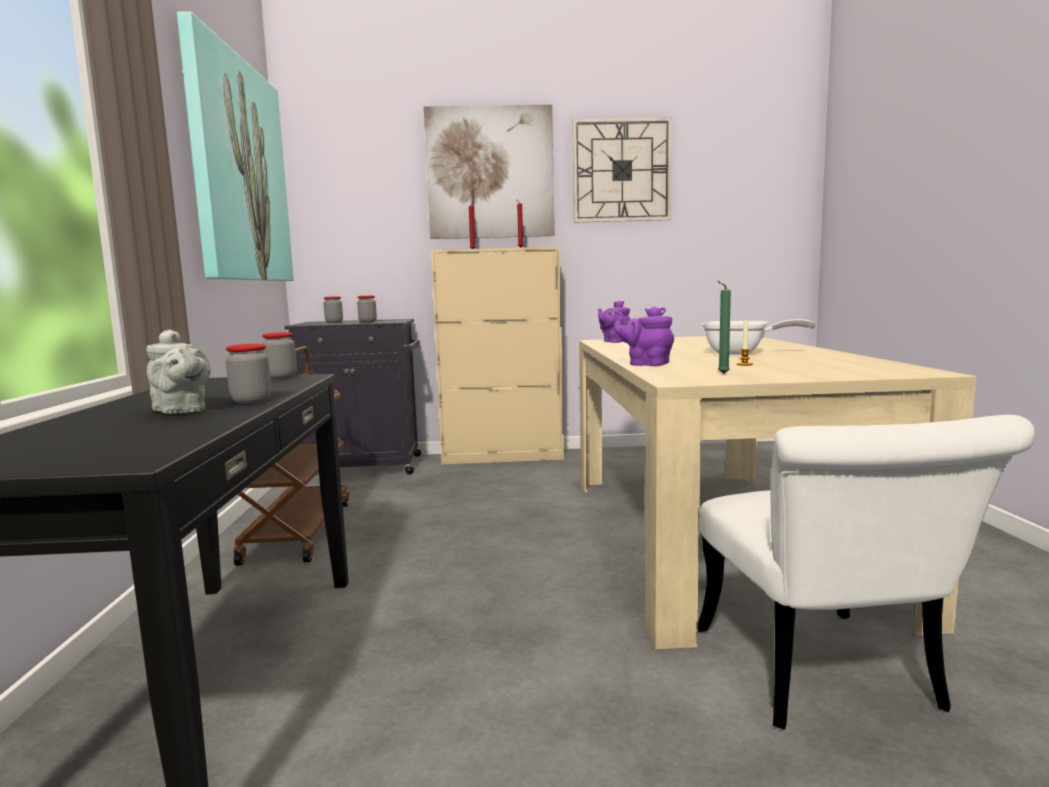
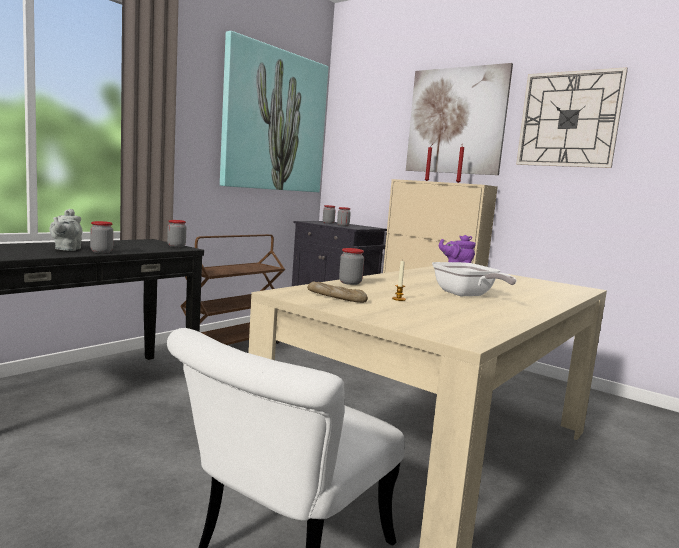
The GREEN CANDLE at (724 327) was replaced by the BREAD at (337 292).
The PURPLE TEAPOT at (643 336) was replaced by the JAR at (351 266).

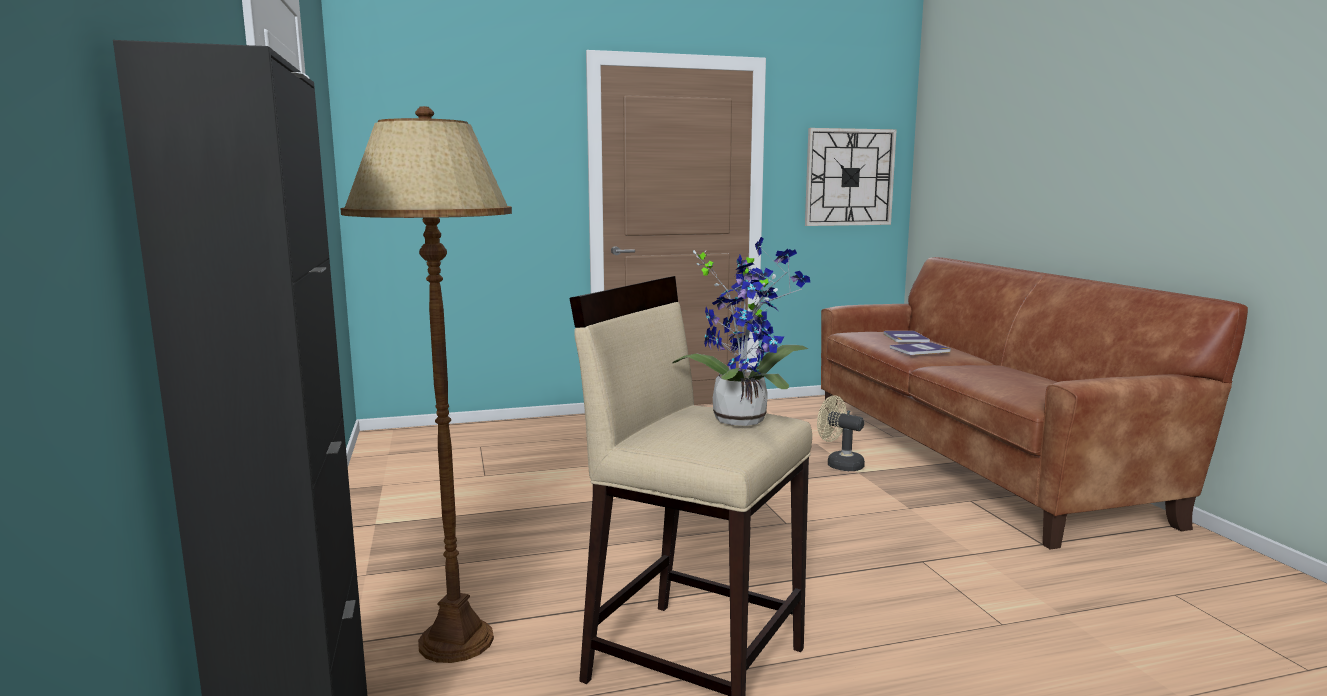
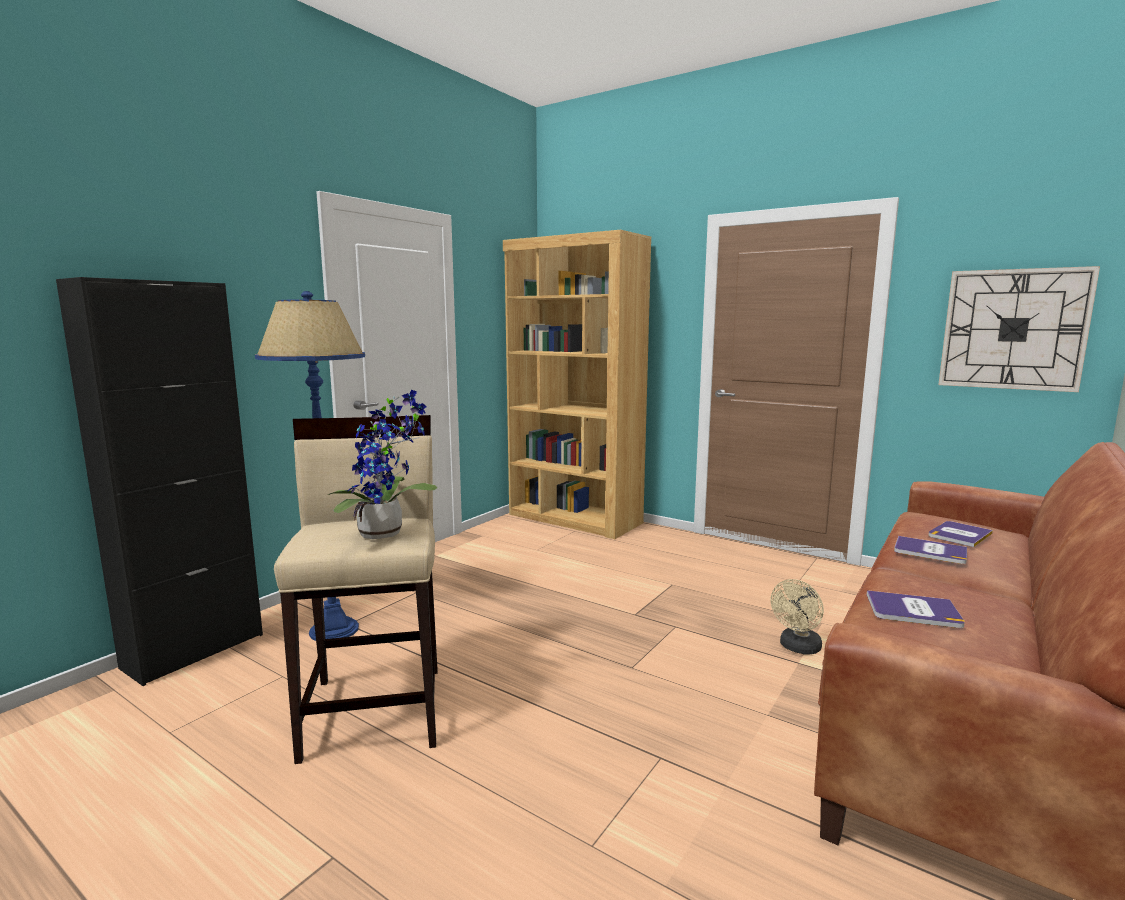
The BROWN FLOOR LAMP at (426 384) became the BLUE FLOOR LAMP at (310 466).
The BROWN BOOKCASE at (577 384) appeared.
The BEIGE FAN at (841 433) turned 135 degrees counterclockwise.
The BOOK at (916 609) appeared.

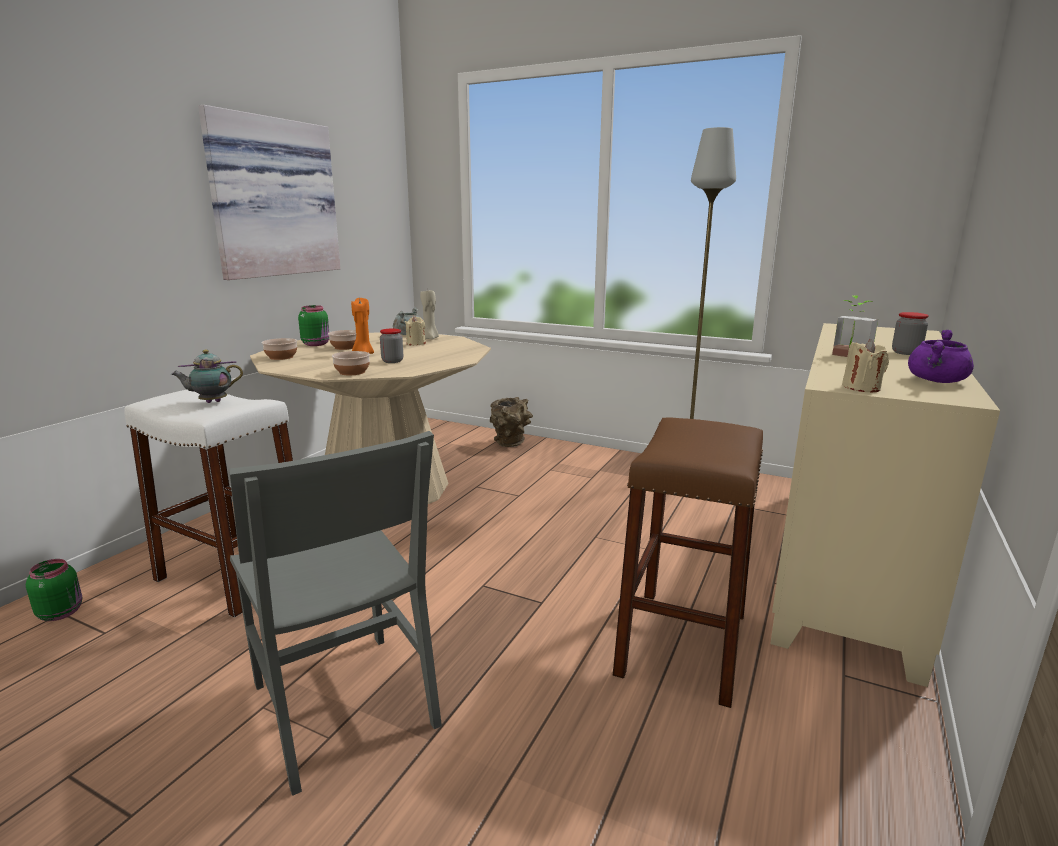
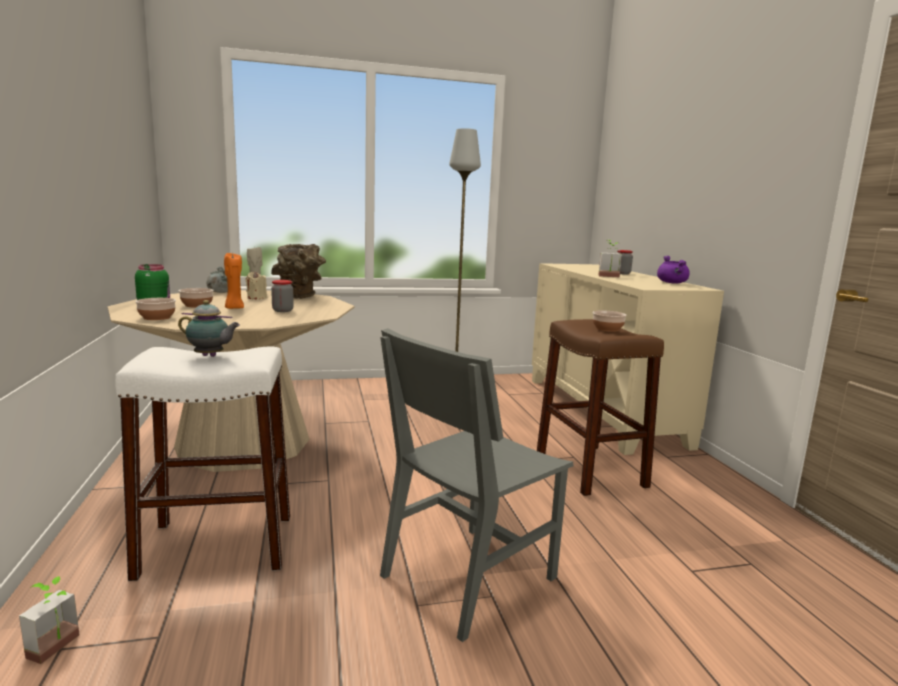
The GREEN JAR at (54 590) was replaced by the POTTED PLANT at (49 620).
The TEAPOT at (207 376) turned 105 degrees counterclockwise.
The BROWN VASE moved from (511 422) to (298 271).
The GREY CHAIR at (335 613) turned 120 degrees clockwise.
The BOWL moved from (351 363) to (610 321).
The PICTURE at (269 192) disappeared.
The BEIGE CANDLE at (865 365) disappeared.

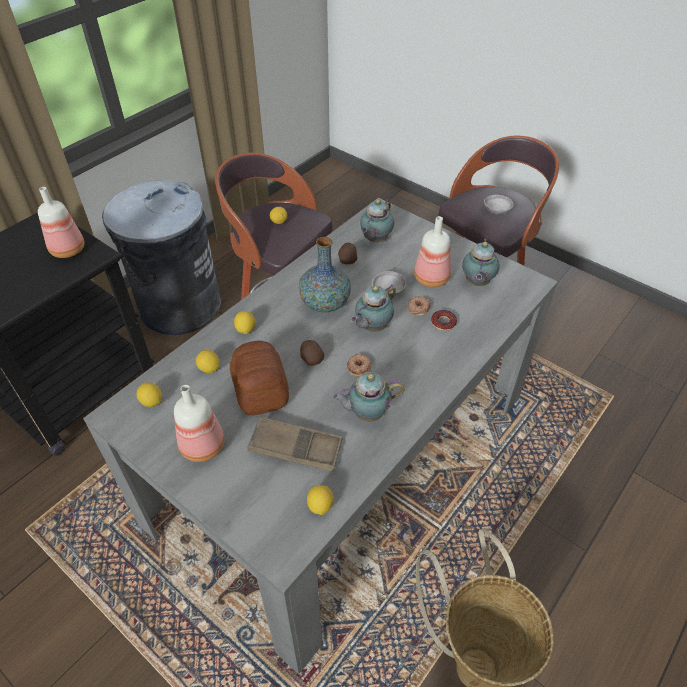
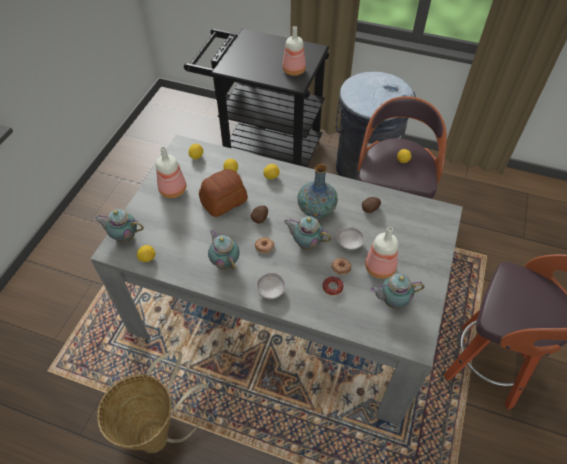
The TEAPOT moved from (377 220) to (119 226).
The GREY BOWL moved from (498 205) to (271 285).
The BROWN TRAY at (295 444) disappeared.

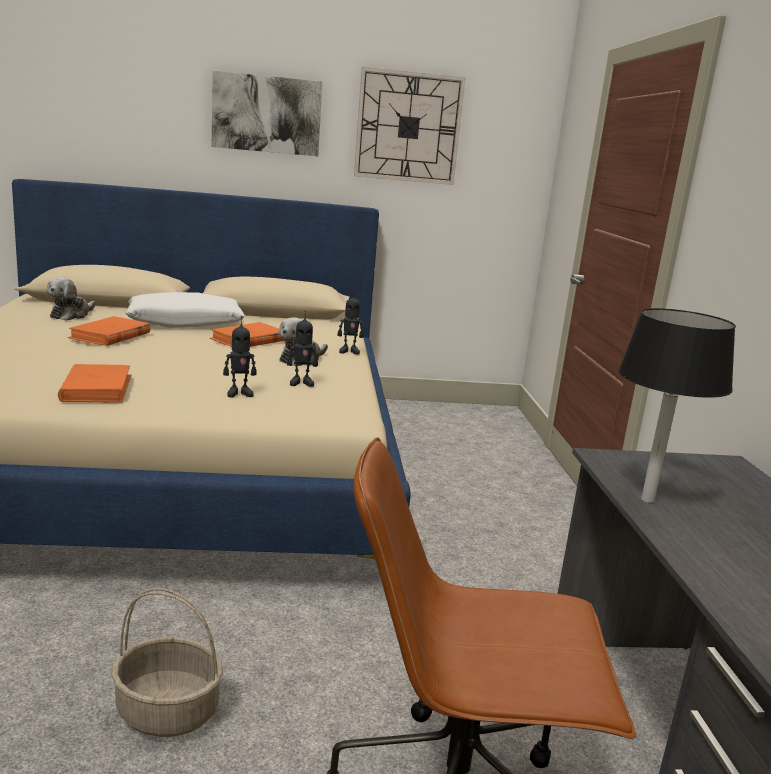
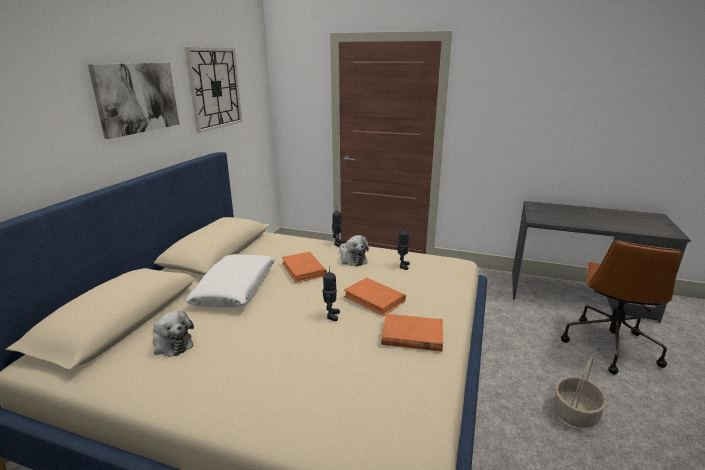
The TOY ROBOT moved from (240 357) to (331 293).
The ORANGE BOOK moved from (109 331) to (375 297).
The BLACK TABLE LAMP at (677 405) disappeared.

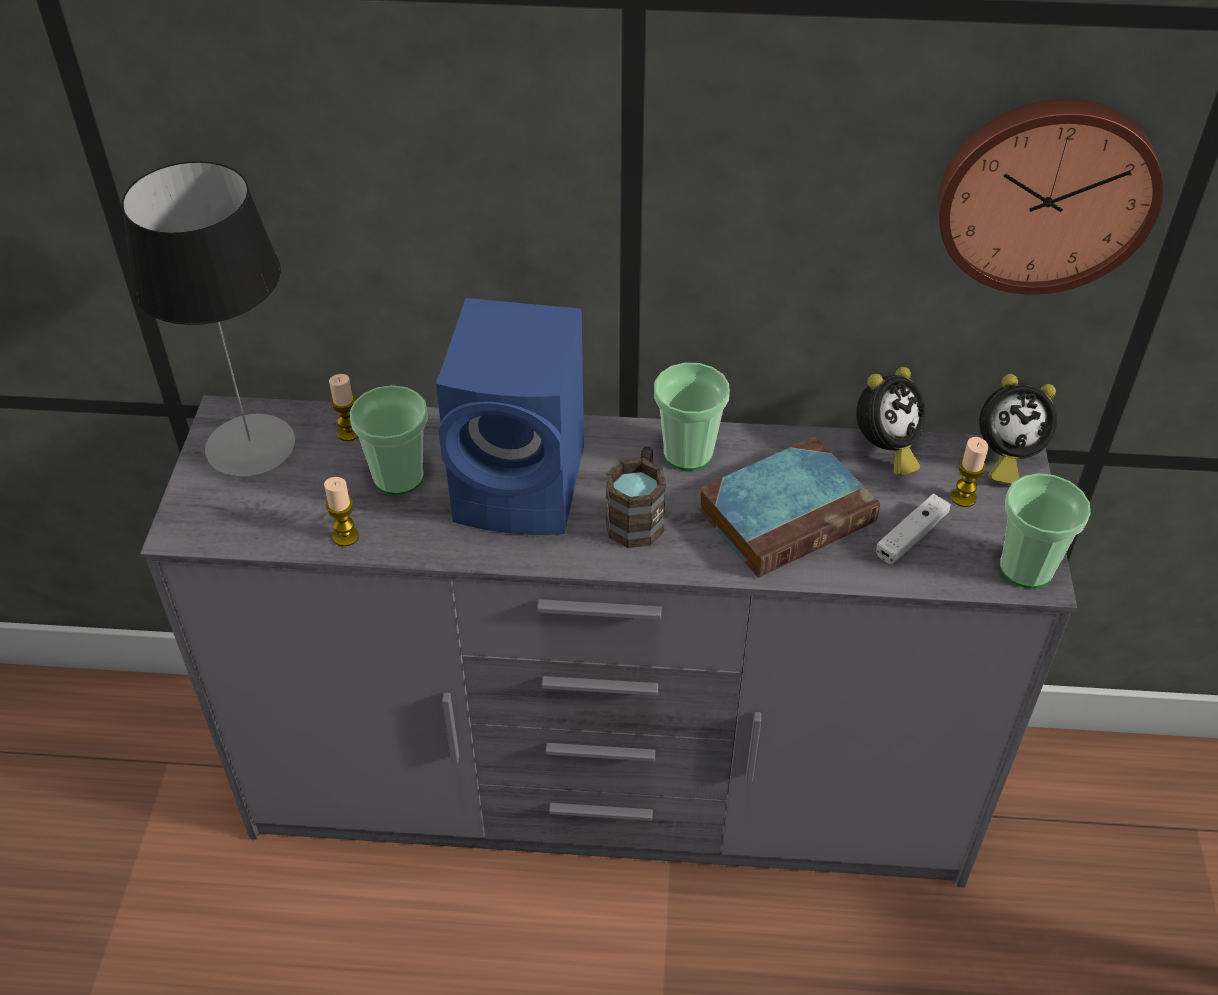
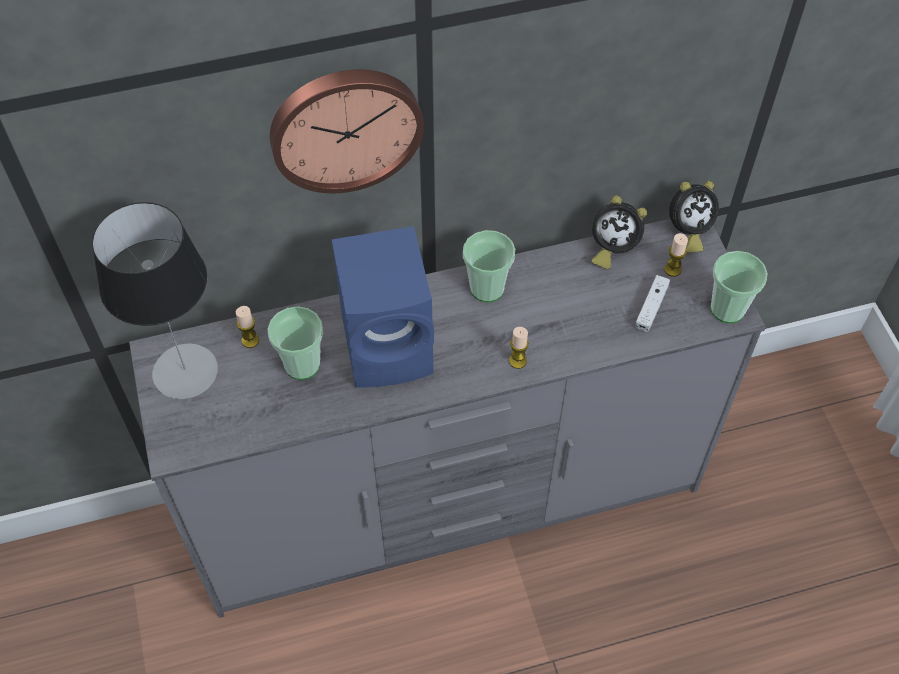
The WALL CLOCK moved from (1050 197) to (347 131).
The CANDLE moved from (341 512) to (519 348).
The ALARM CLOCK at (890 422) turned 75 degrees clockwise.
The BROWN MUG at (636 497) disappeared.
The BOOK at (789 507) disappeared.

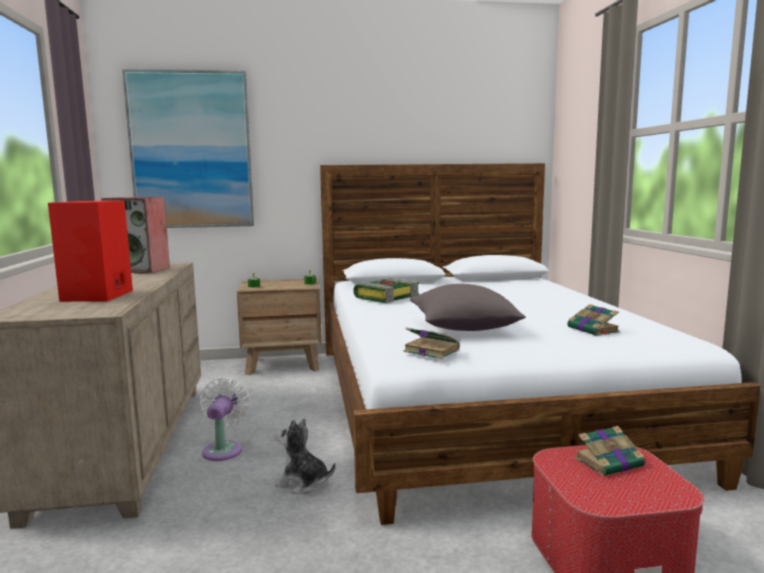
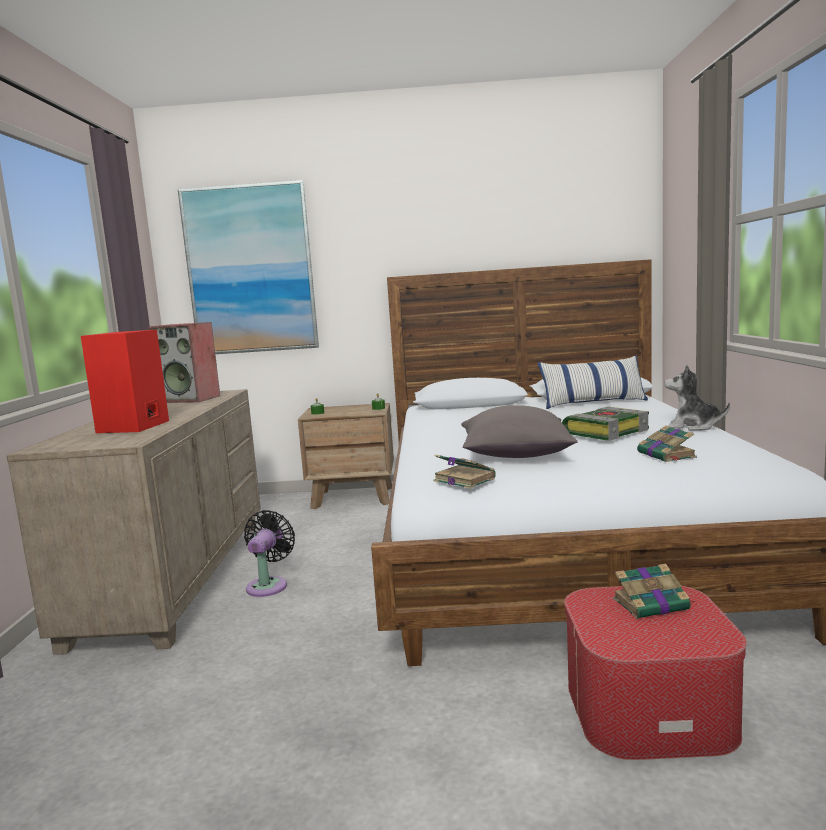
The WHITE FAN at (225 419) became the BLACK FAN at (269 553).
The PILLOW at (593 382) appeared.
The BOOK moved from (386 290) to (605 424).
The PLUSH TOY moved from (305 456) to (697 397).

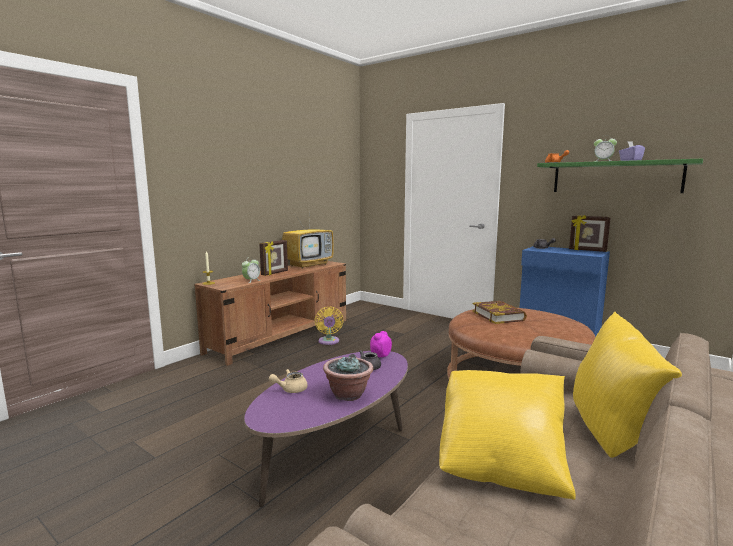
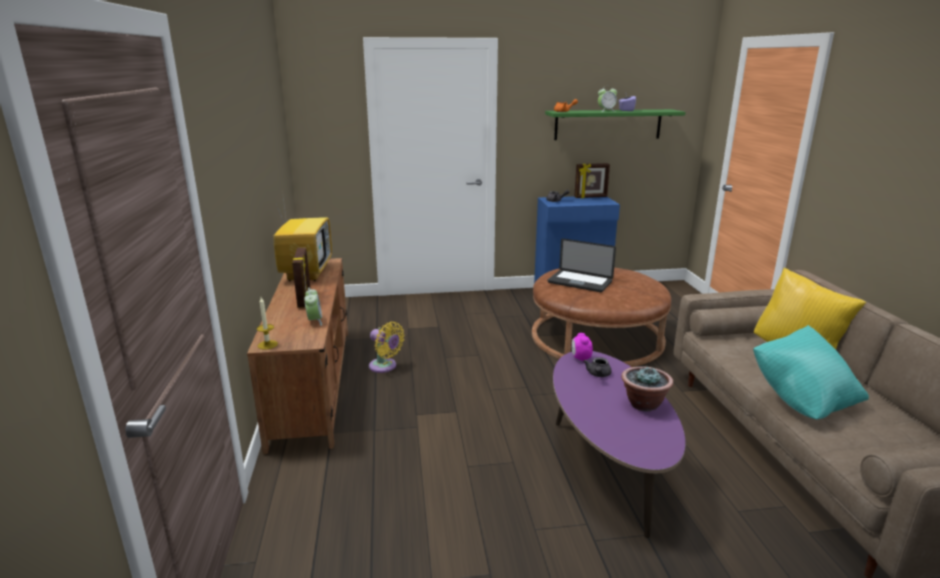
The BOOK at (499 312) was replaced by the LAPTOP at (582 265).
The YELLOW PILLOW at (507 435) became the TURQUOISE PILLOW at (811 372).
The BEIGE TEAPOT at (288 381) disappeared.

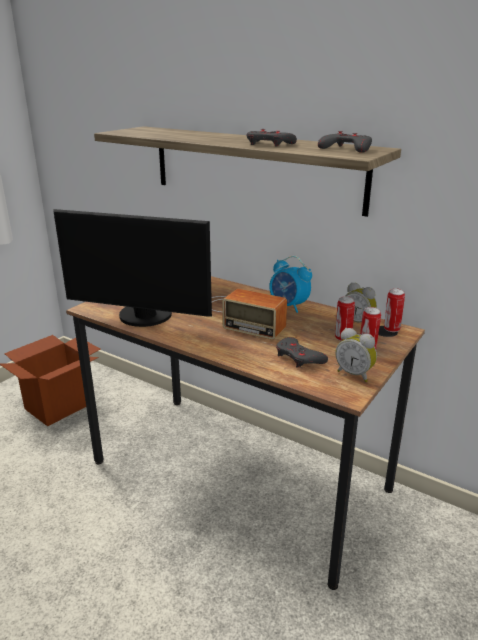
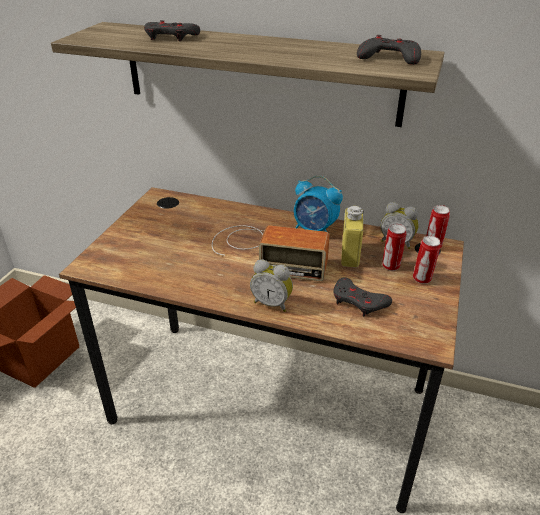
The GREY GAME CONTROLLER moved from (272 138) to (172 30).
The ALARM CLOCK moved from (356 355) to (271 285).
The YELLOW BOTTLE at (352 236) appeared.
The MONITOR at (132 268) disappeared.

